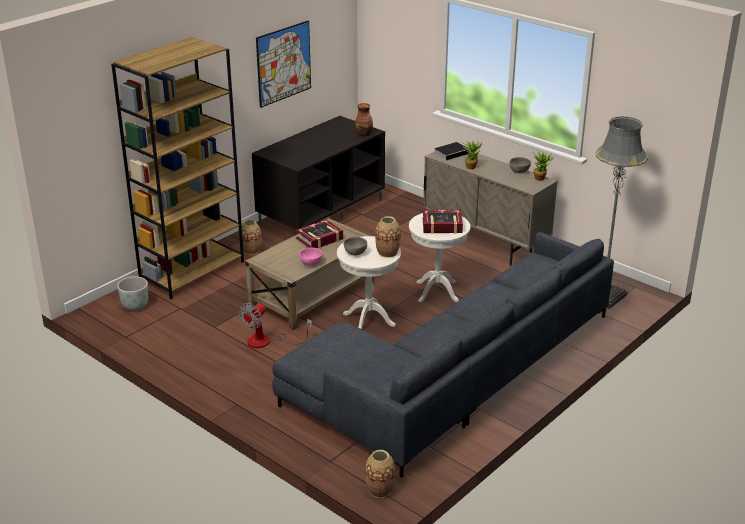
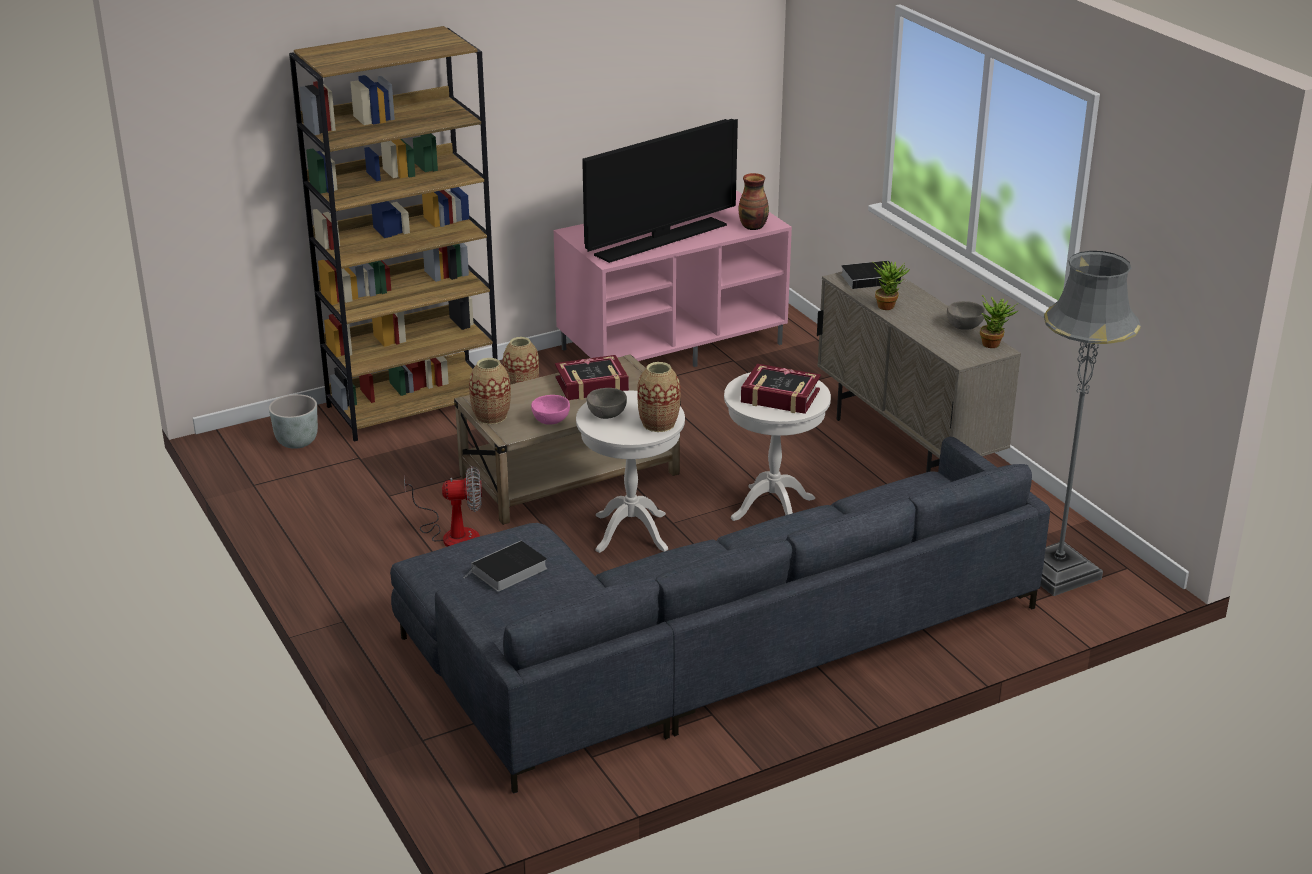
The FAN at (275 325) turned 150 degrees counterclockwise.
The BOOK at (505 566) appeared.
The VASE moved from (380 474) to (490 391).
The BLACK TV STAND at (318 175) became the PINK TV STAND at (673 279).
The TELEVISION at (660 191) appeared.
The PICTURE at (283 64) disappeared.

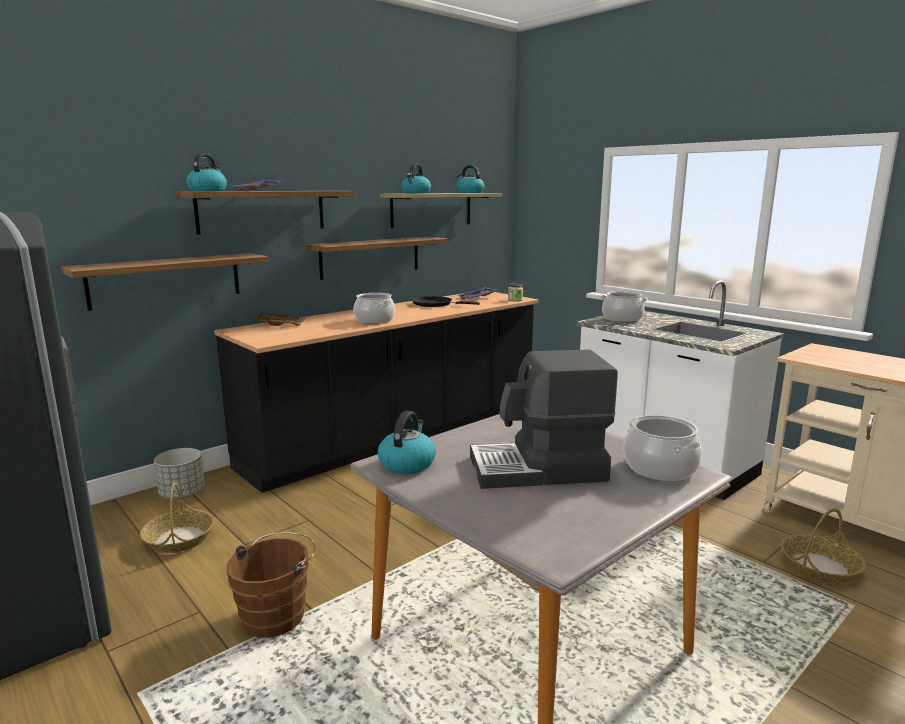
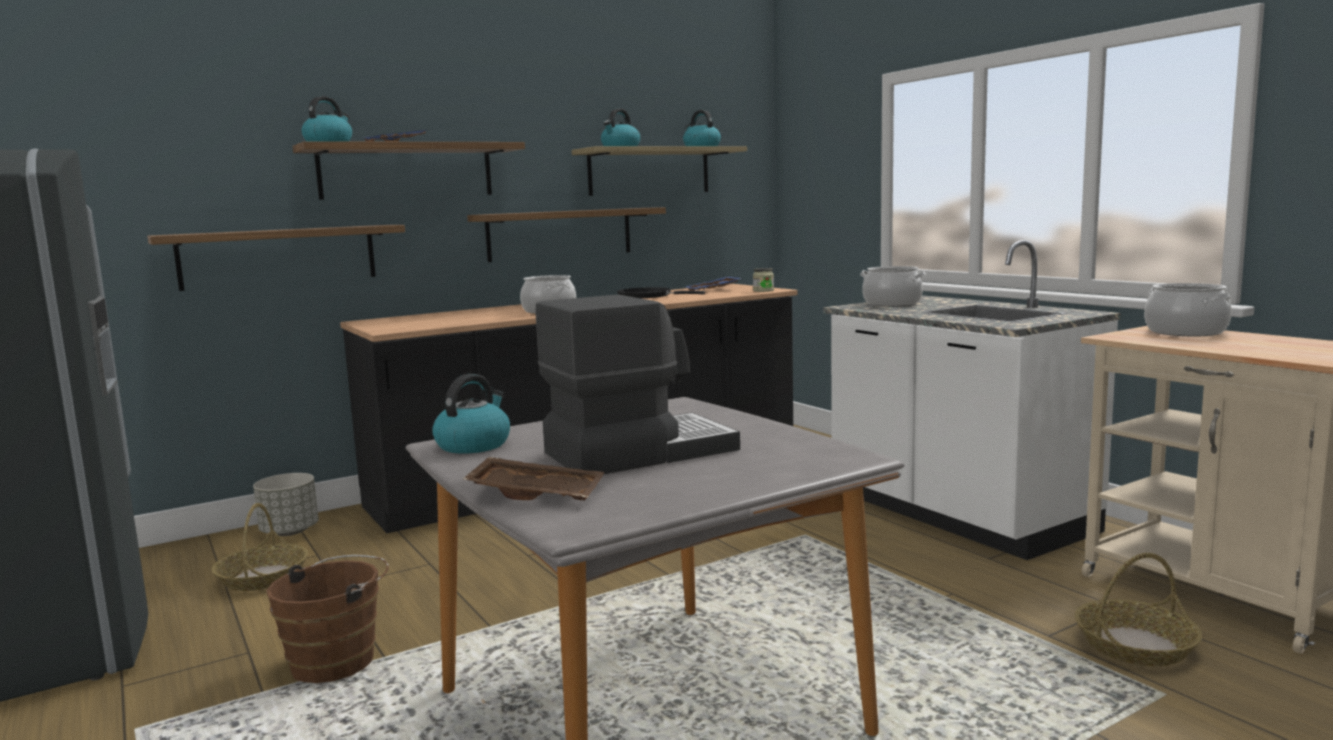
The BROWN TRAY moved from (280 319) to (534 479).
The COFFEE MACHINE at (544 419) turned 150 degrees clockwise.
The COOKING POT moved from (662 448) to (1188 310).

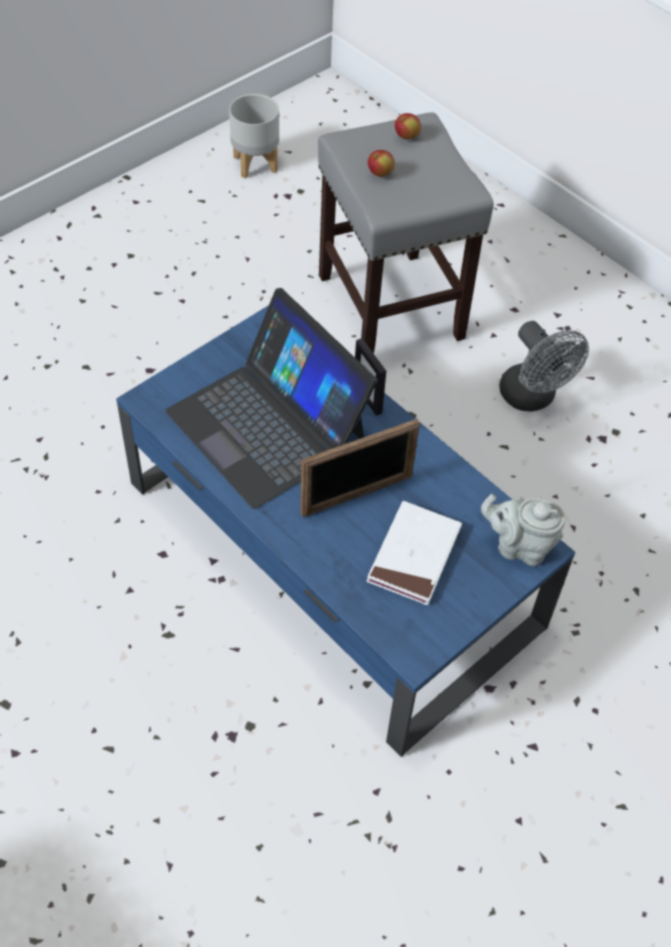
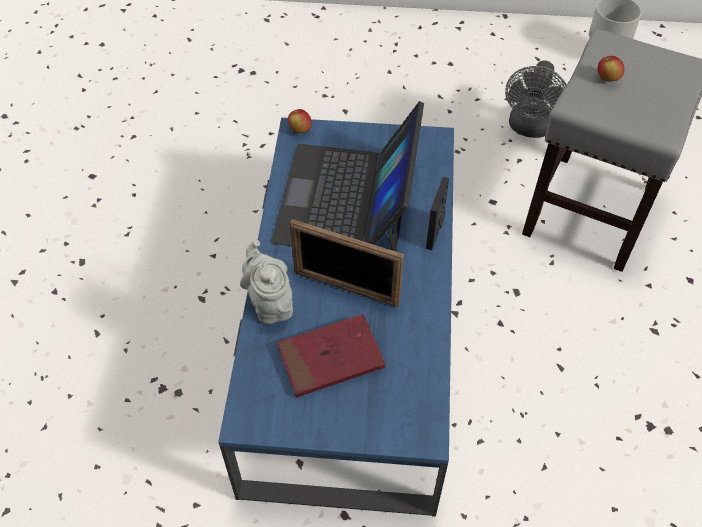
The GREY TEAPOT moved from (523 530) to (266 282).
The WHITE BOOK at (414 553) became the RED BOOK at (331 356).
The APPLE moved from (408 126) to (300 121).
The GREY FAN moved from (544 366) to (536 99).

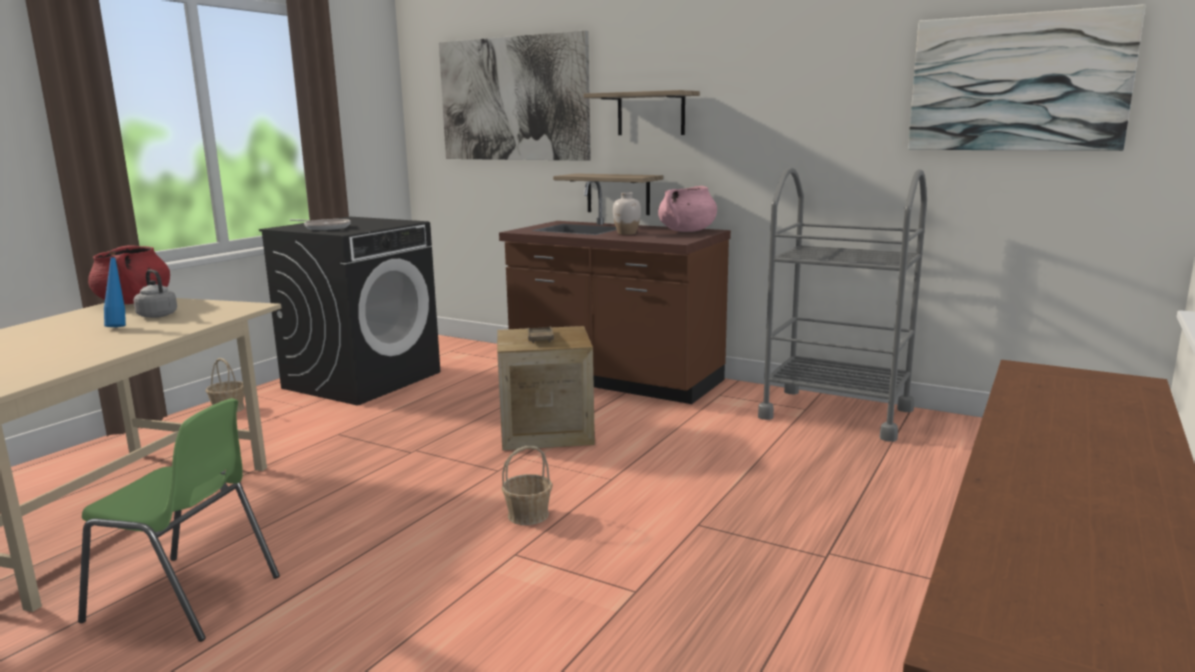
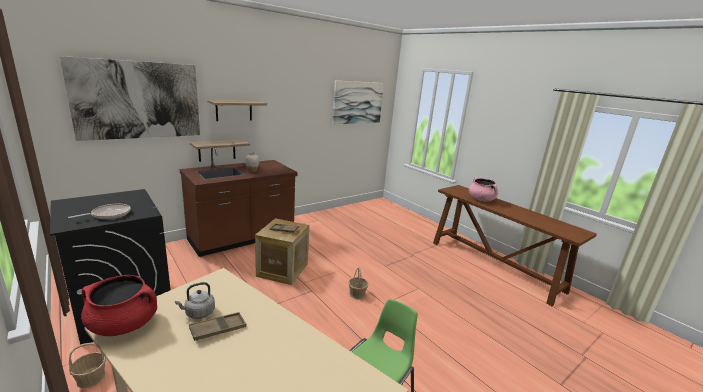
The BLUE BOTTLE at (115 289) was replaced by the BROWN TRAY at (217 326).
The PINK COOKING POT moved from (687 209) to (483 189).
The GREY CART at (842 304) disappeared.

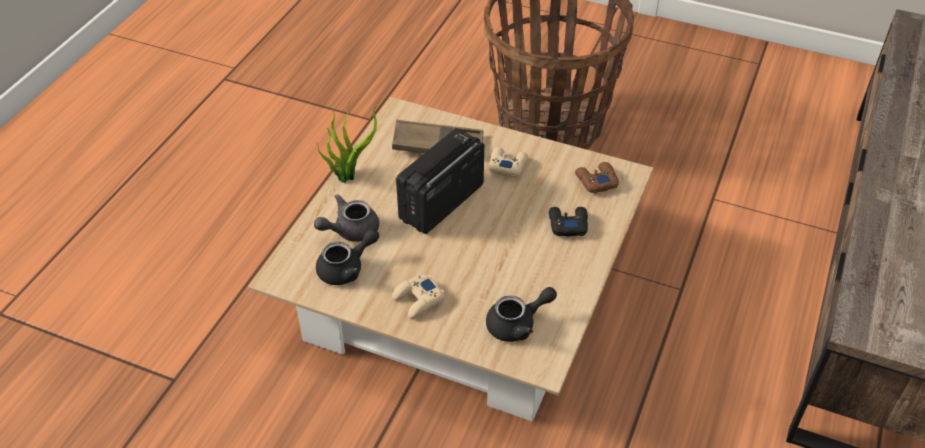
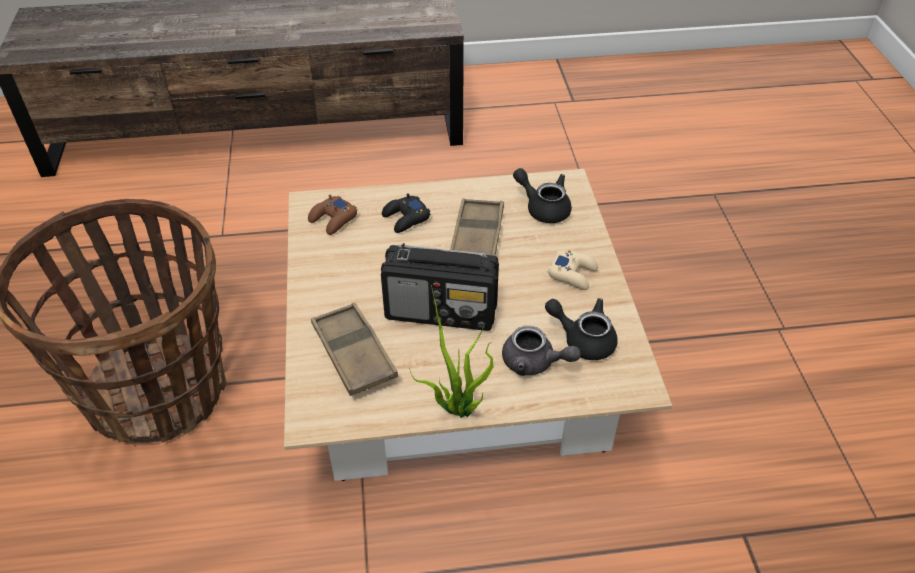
The BROWN TRAY at (477 227) appeared.
The BEIGE GAME CONTROLLER at (508 162) disappeared.

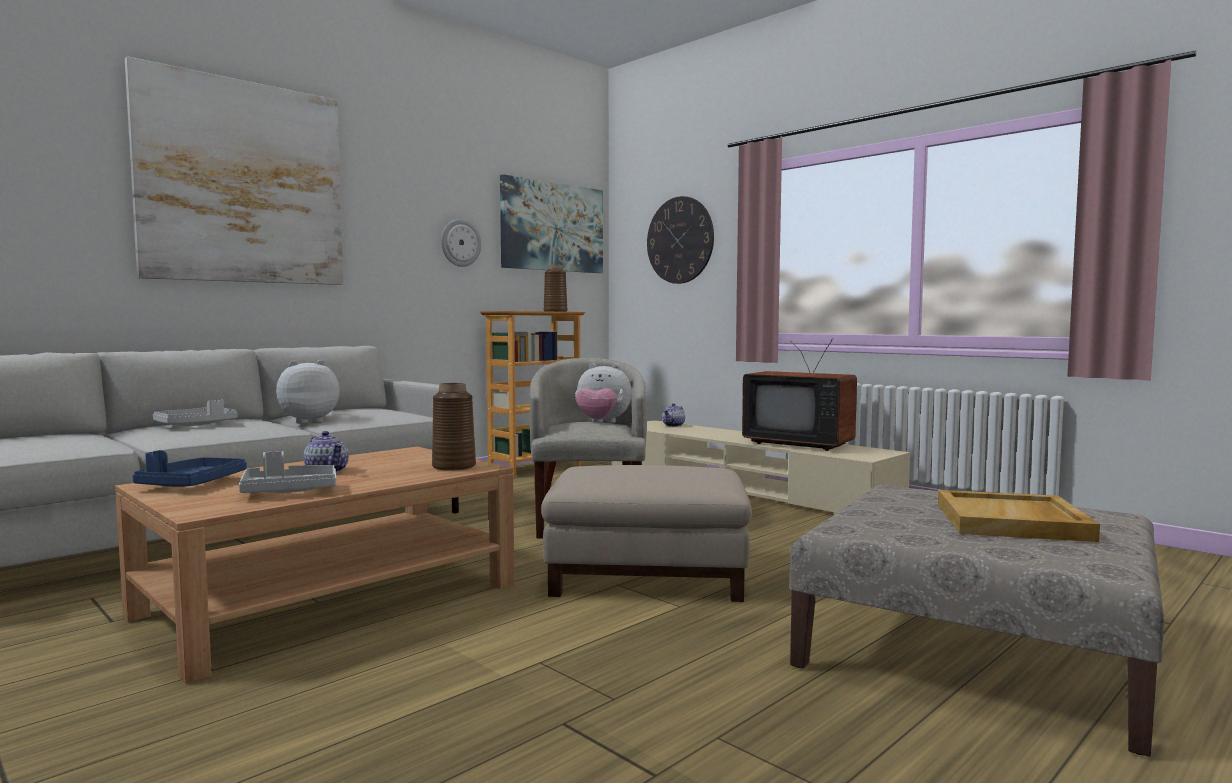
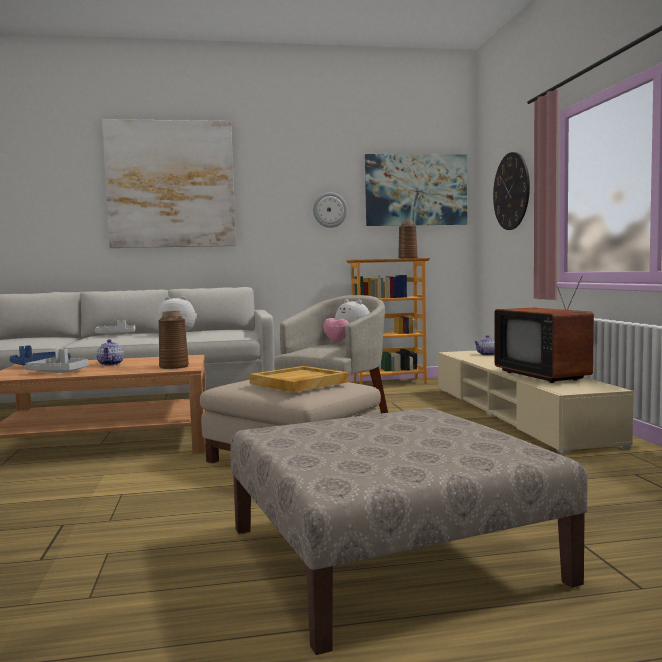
The BEIGE TRAY moved from (1019 516) to (299 379).

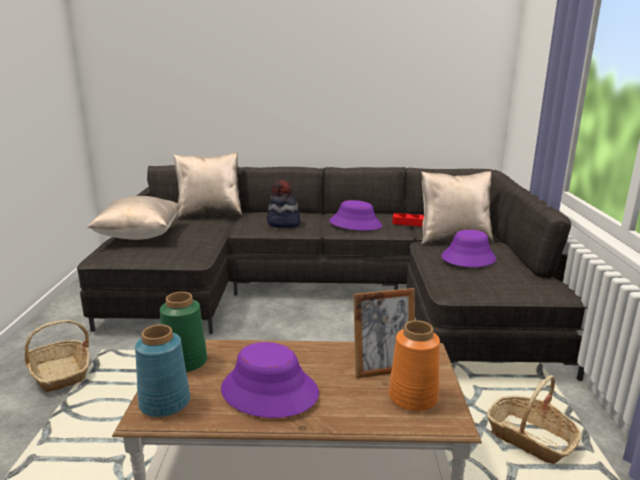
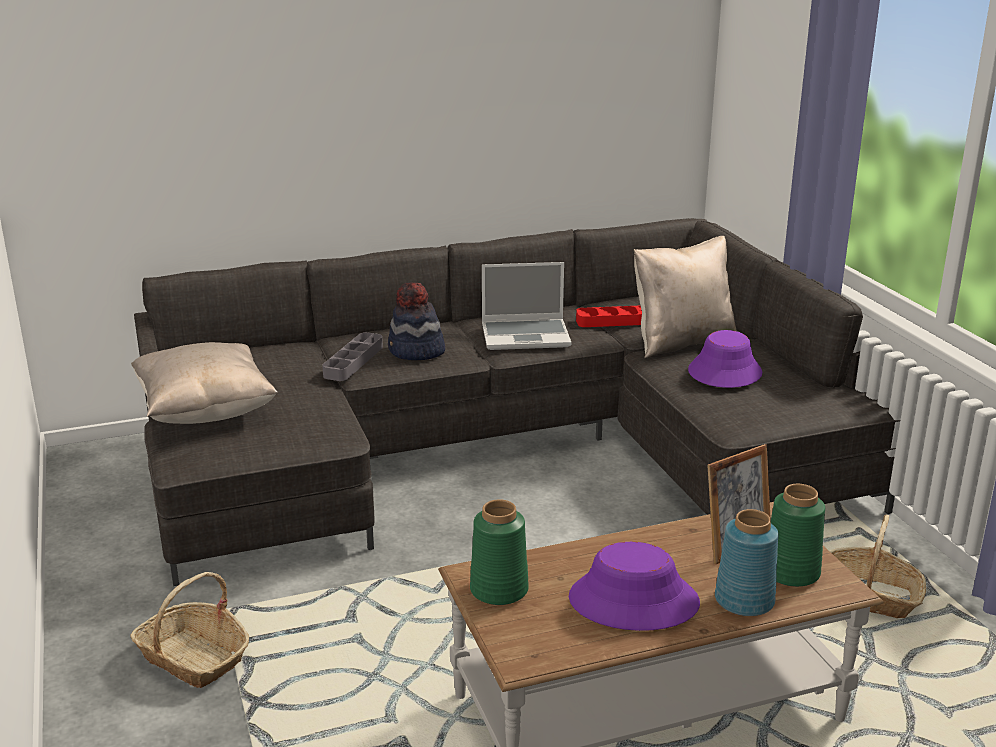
The GREY TRAY at (352 356) appeared.
The PURPLE HAT at (355 215) was replaced by the LAPTOP at (526 306).
The BLUE VASE moved from (162 370) to (747 562).
The ORANGE VASE at (414 365) became the GREEN VASE at (798 535).
The BEIGE PILLOW at (208 186) disappeared.

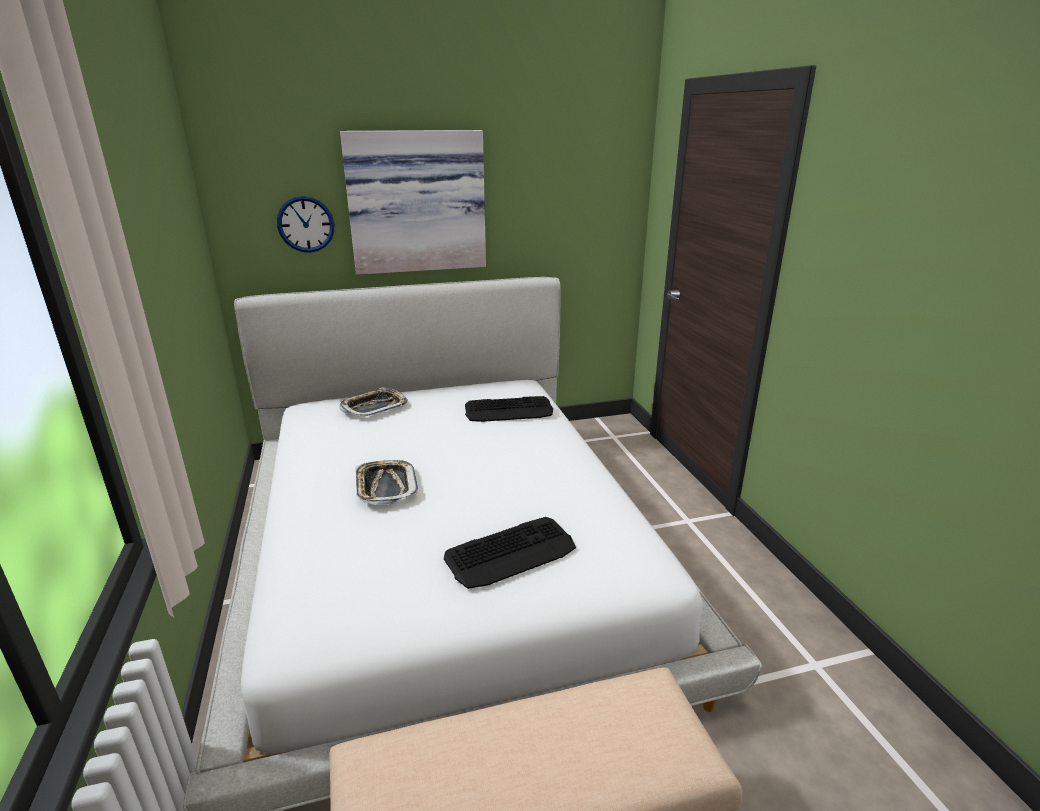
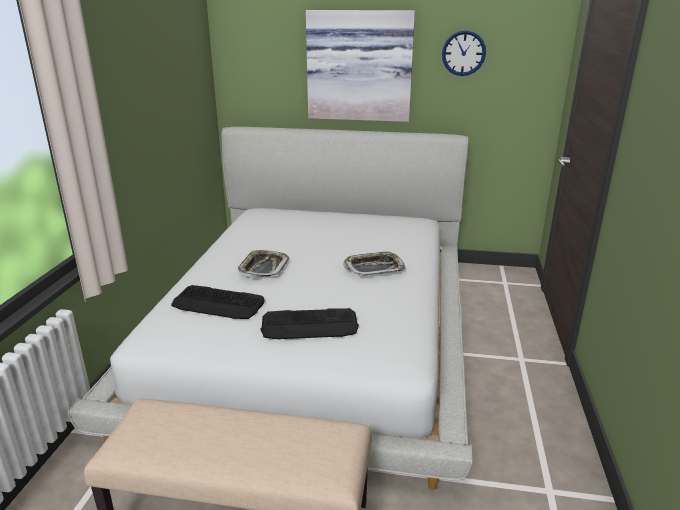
The KEYBOARD moved from (509 409) to (218 302).
The TRAY moved from (373 402) to (374 263).
The WALL CLOCK moved from (305 224) to (464 53).

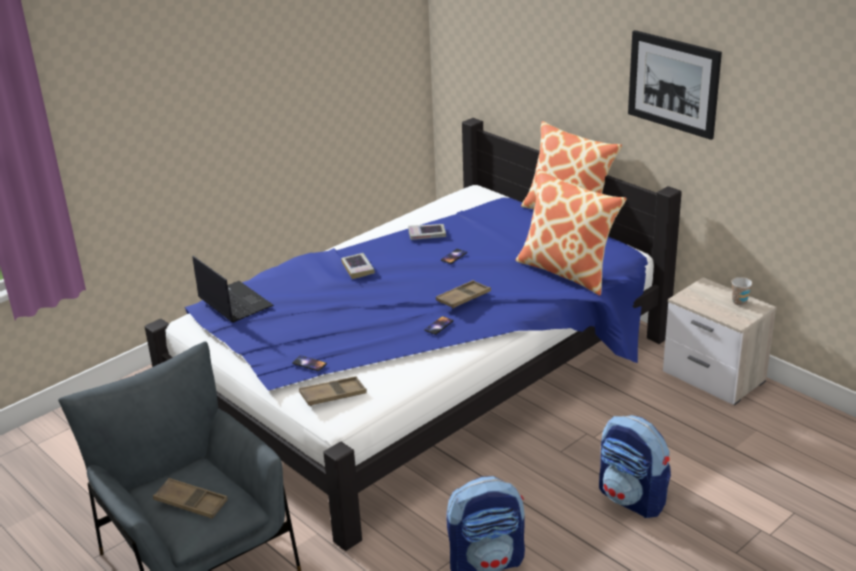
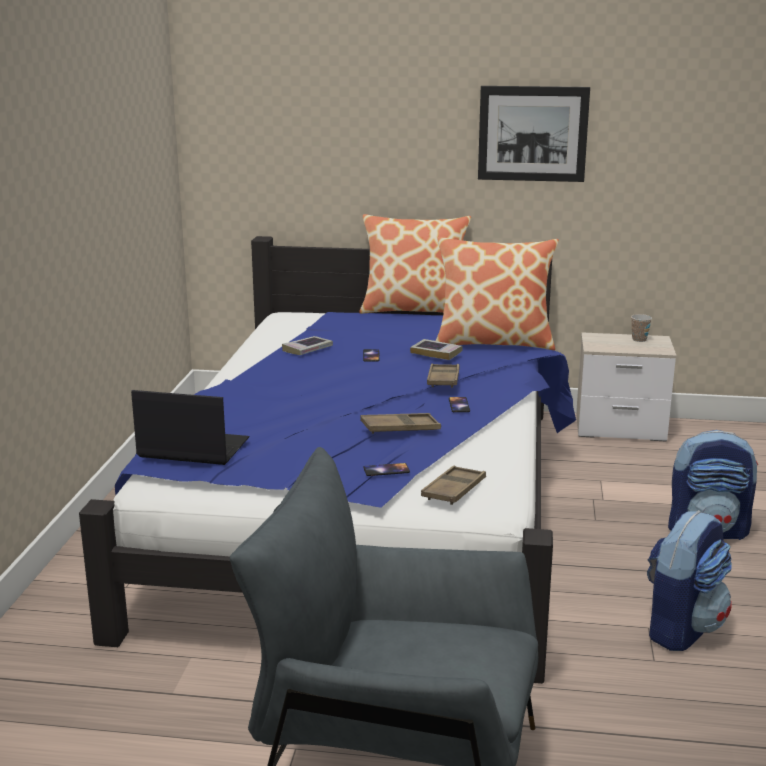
The BROWN TRAY moved from (190 498) to (400 423).
The BOOK moved from (358 266) to (436 349).

